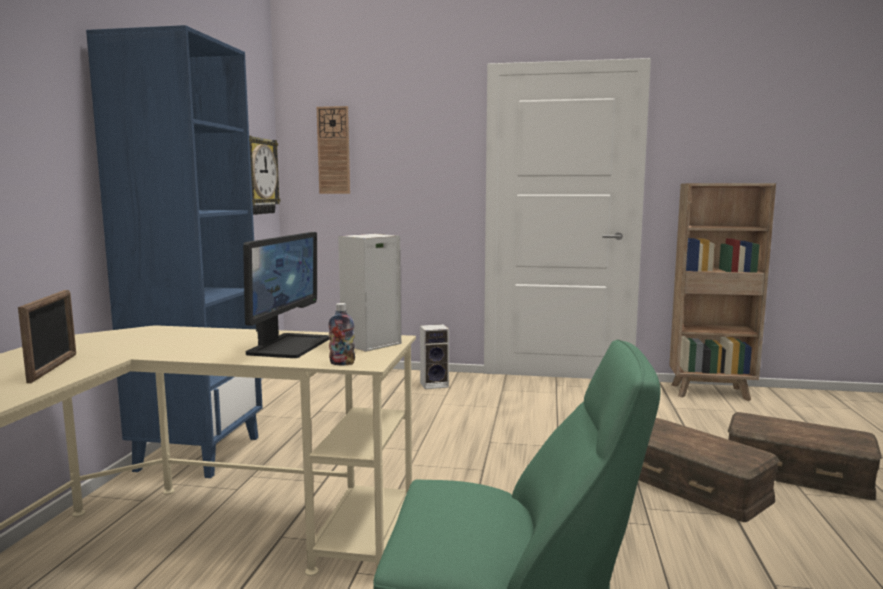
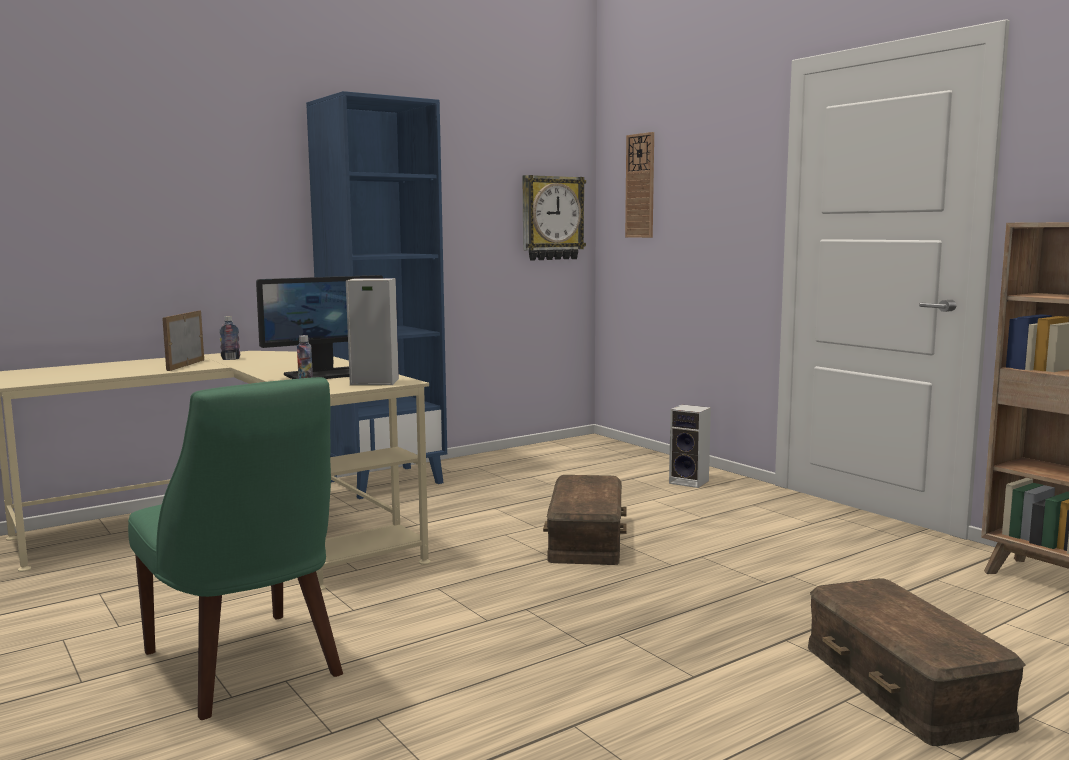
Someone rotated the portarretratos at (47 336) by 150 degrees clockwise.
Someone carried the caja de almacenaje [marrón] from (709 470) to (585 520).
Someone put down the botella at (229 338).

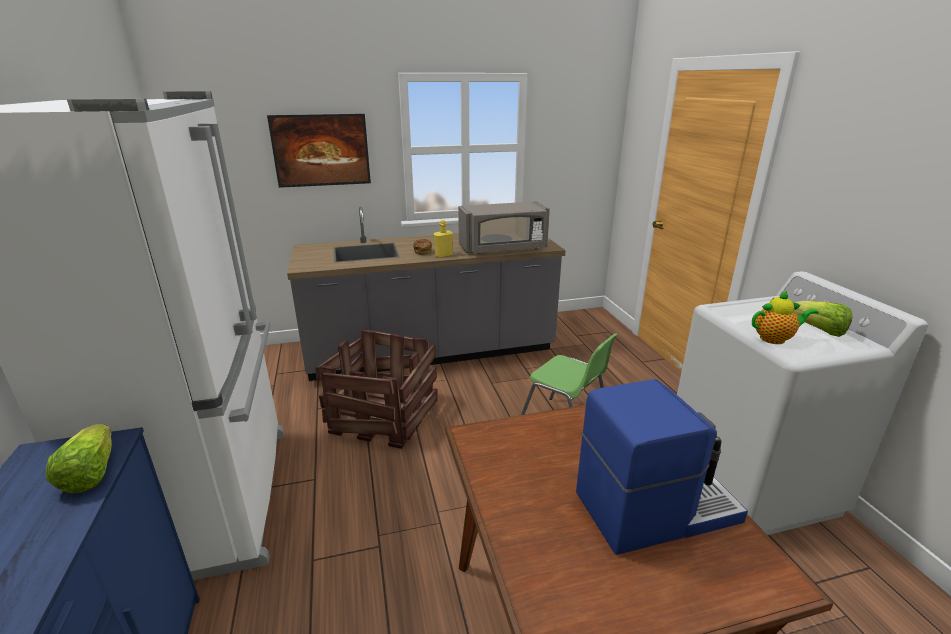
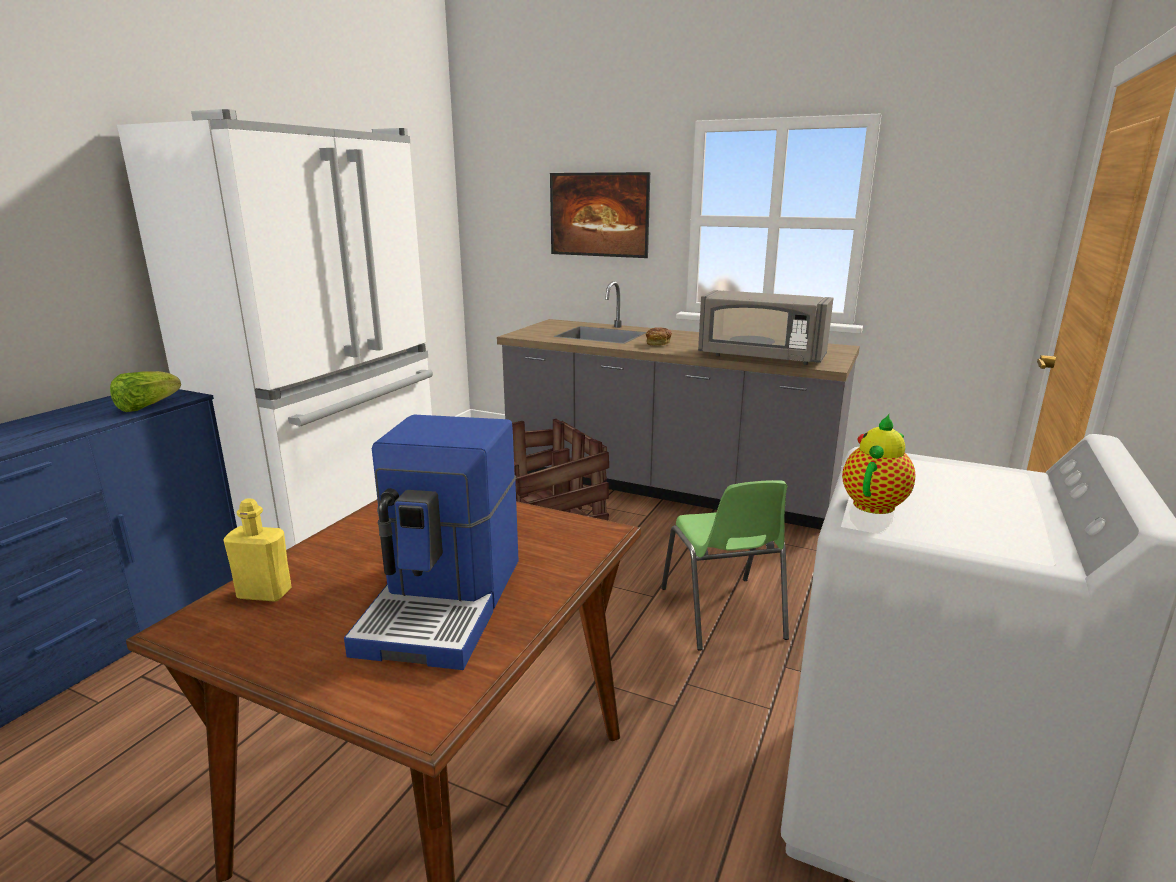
Someone carried the botella [amarillo] from (443 239) to (257 550).
Someone rotated the tetera at (785 317) by 90 degrees counterclockwise.
Someone took away the lechuga at (823 319).
Someone rotated the cafetera at (662 467) by 75 degrees clockwise.

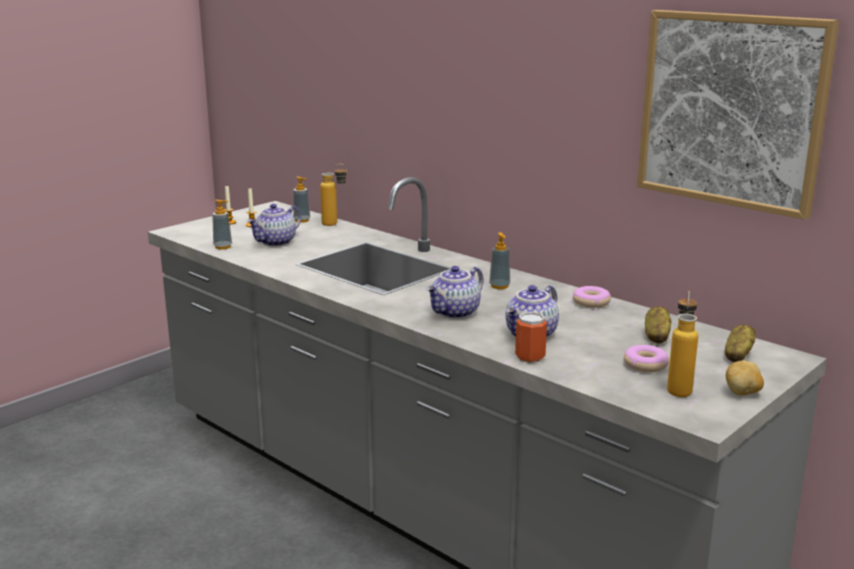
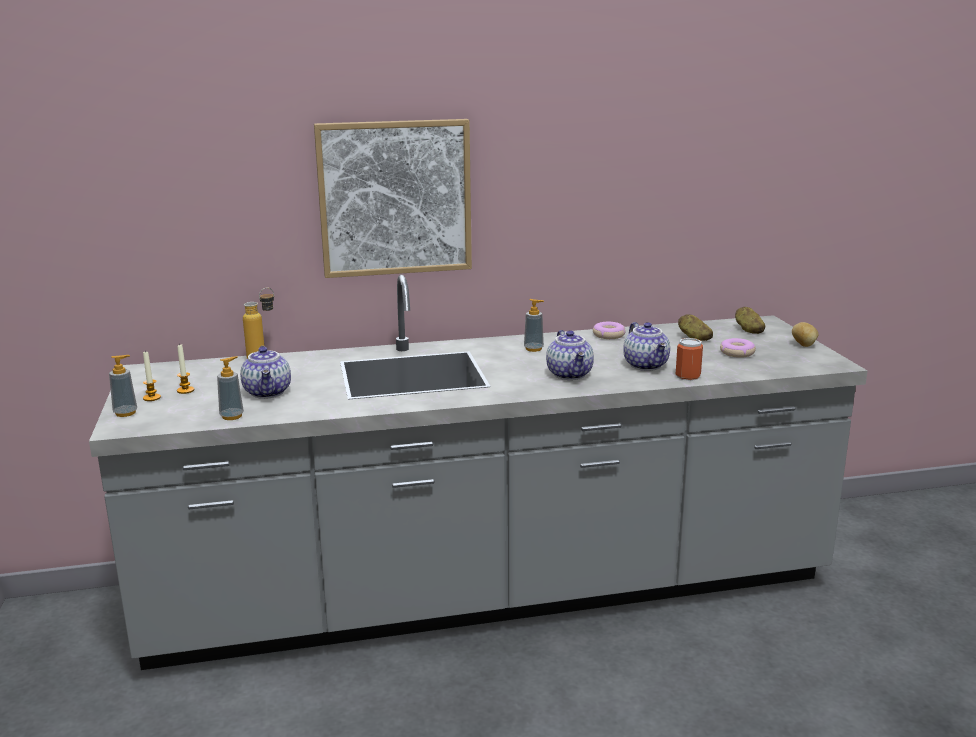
Someone carried the cuadro from (738 115) to (393 198).
Someone carried the dispensador de jabón from (301 200) to (123 386).
Someone took away the botella at (682 344).

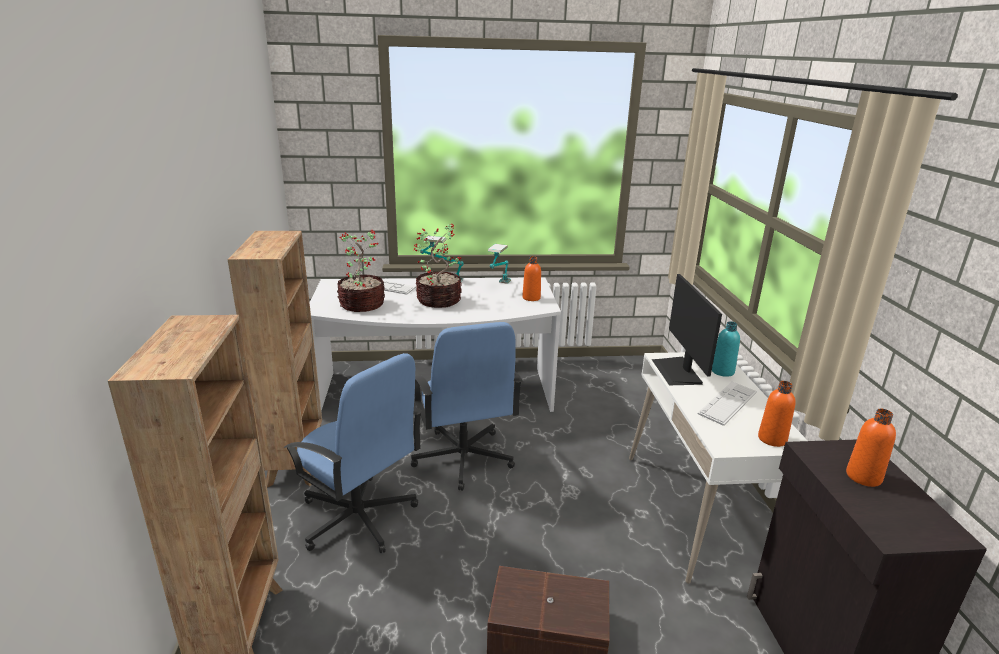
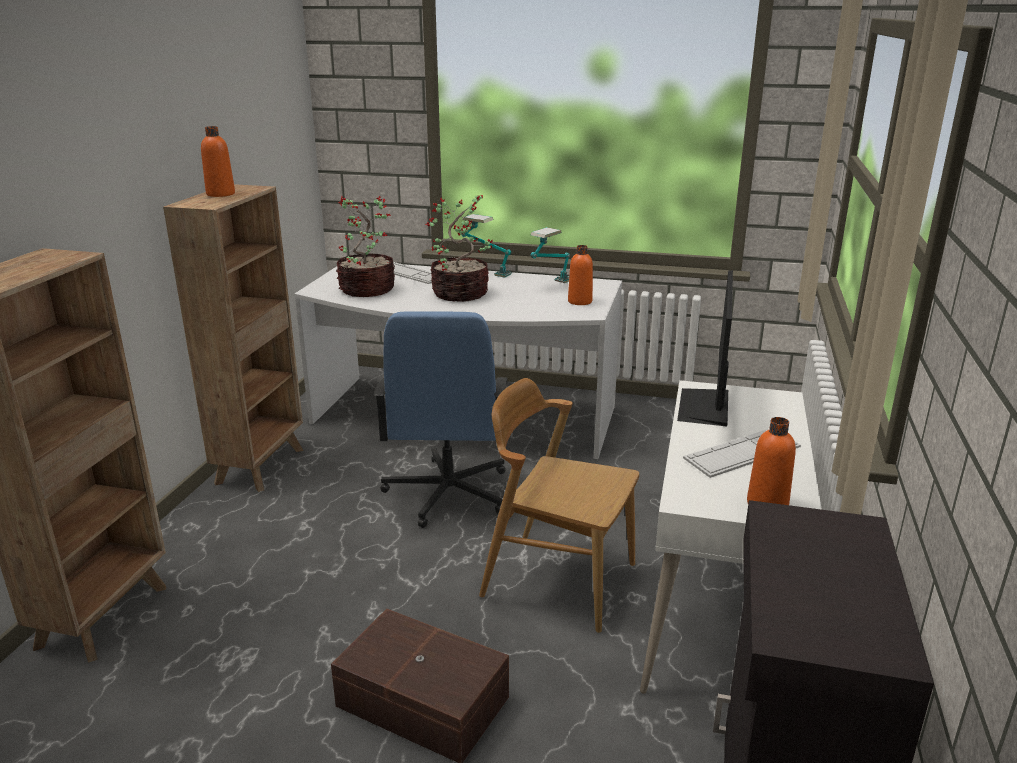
Someone took away the botella [turquesa] at (726 349).
Someone took away the silla de oficina [azul] at (353 453).
Someone carried the botella [naranja] from (871 448) to (218 161).
Someone put down the silla [marrón] at (559 505).

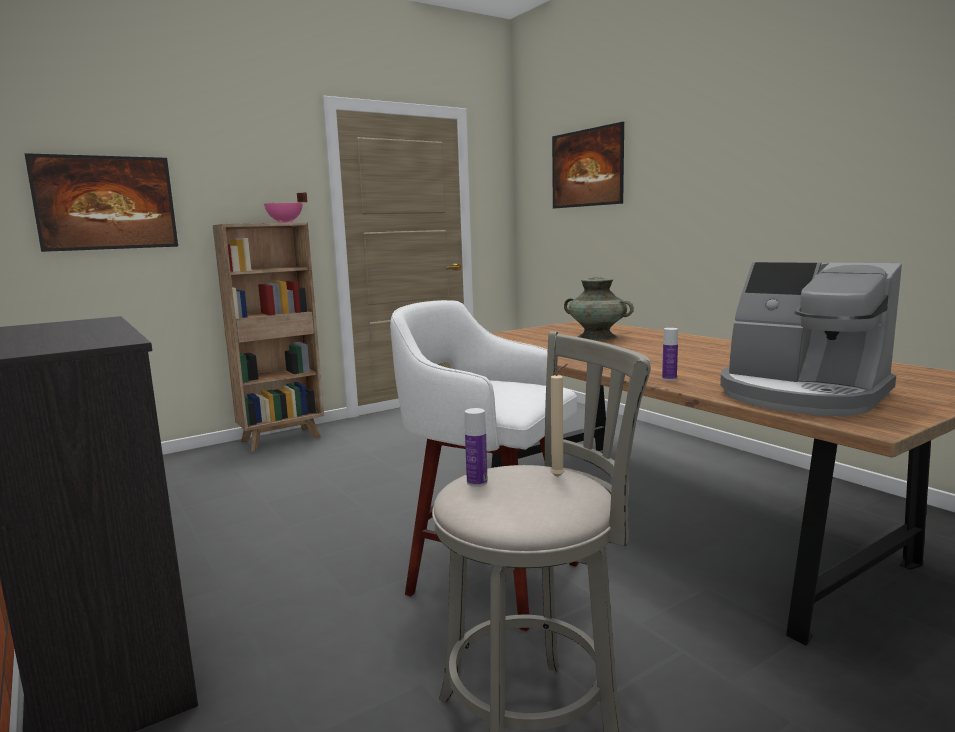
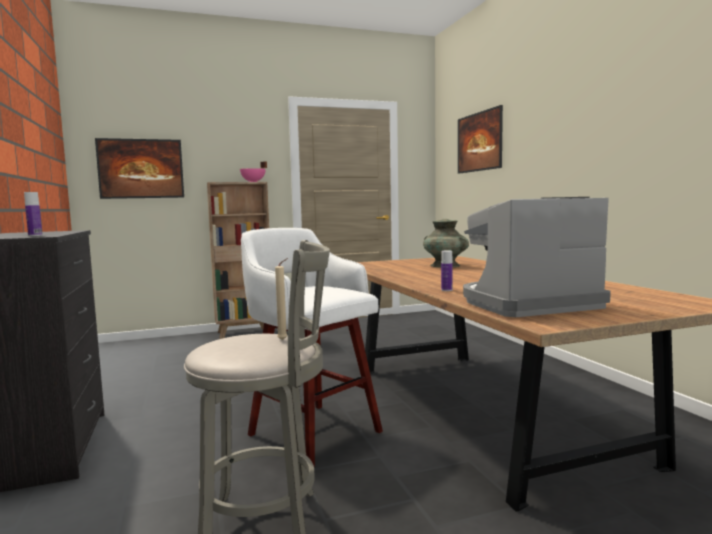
Someone rotated the cafetera at (811 339) by 105 degrees clockwise.
Someone carried the botella from (476 447) to (33 214).

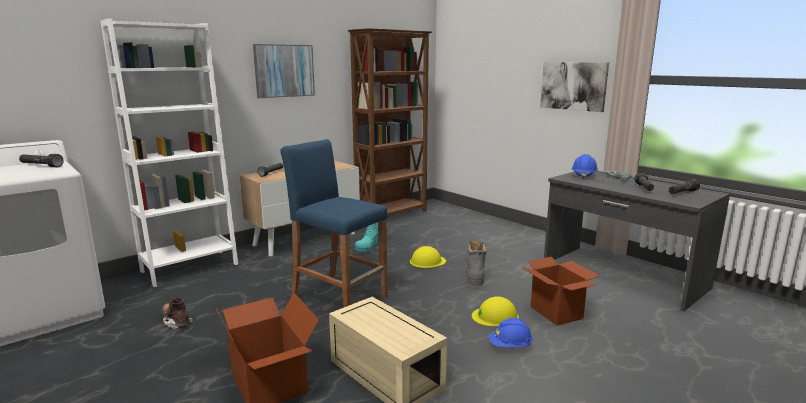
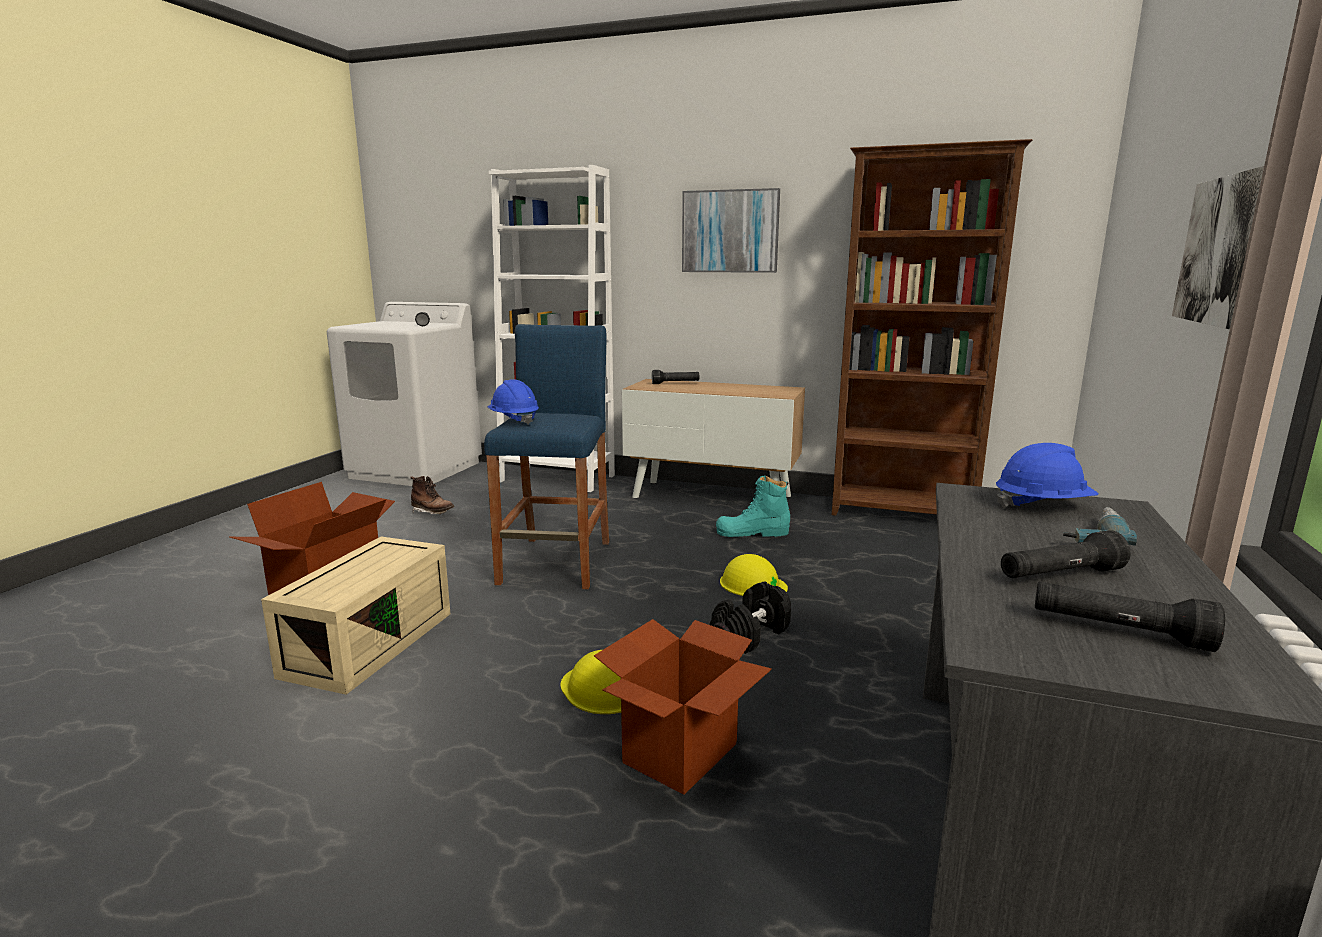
Someone swapped the bota [gris] at (476 263) for the mancuerna [negro] at (750 617).
Someone rotated the bota [marrón] at (177 313) by 105 degrees clockwise.
Someone carried the casco [azul] from (511 332) to (513 402).

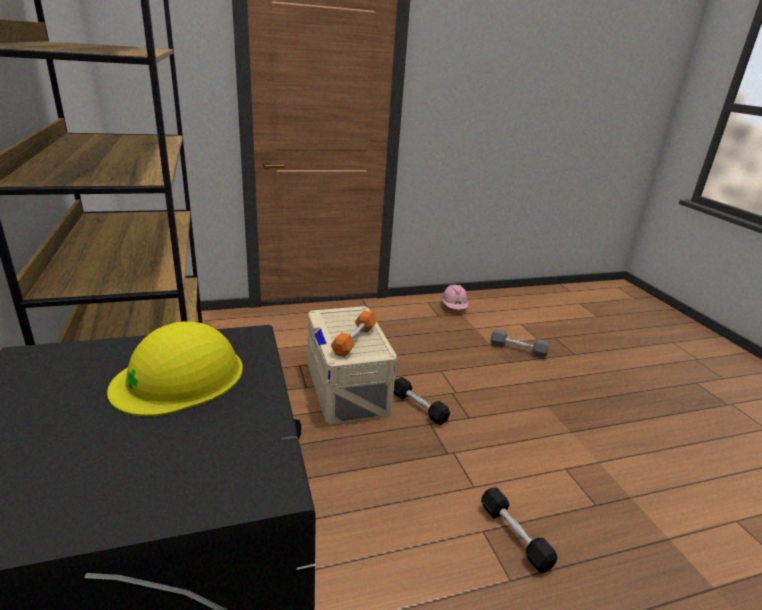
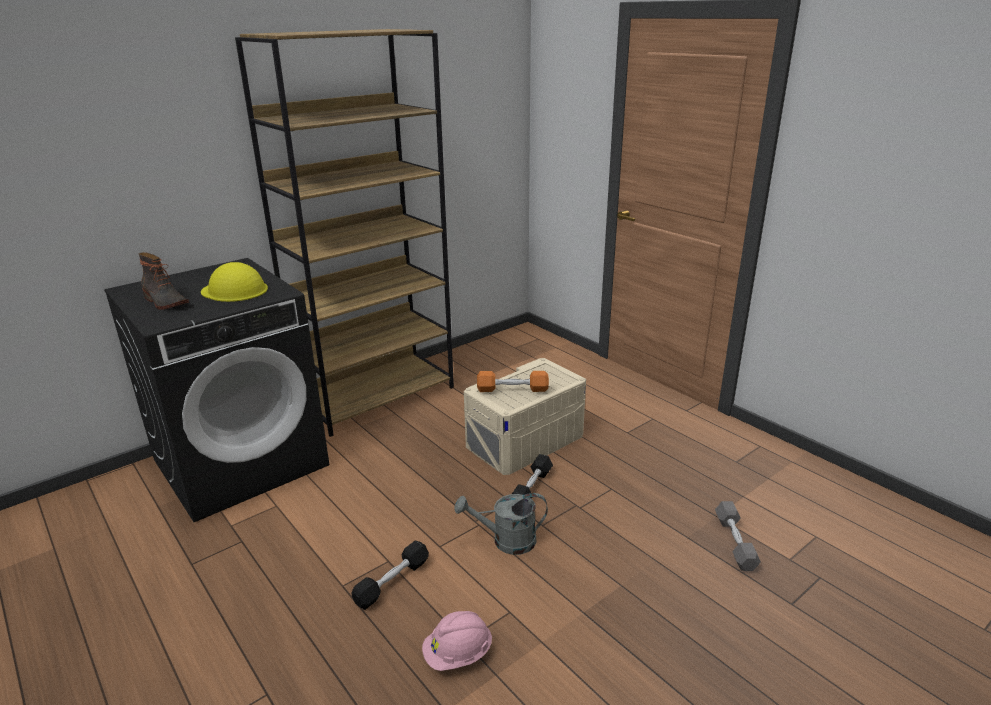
Someone carried the casco [rosa] from (454 296) to (457 641).
Someone put down the bota at (164 281).
Someone put down the regadera [gris] at (501 524).

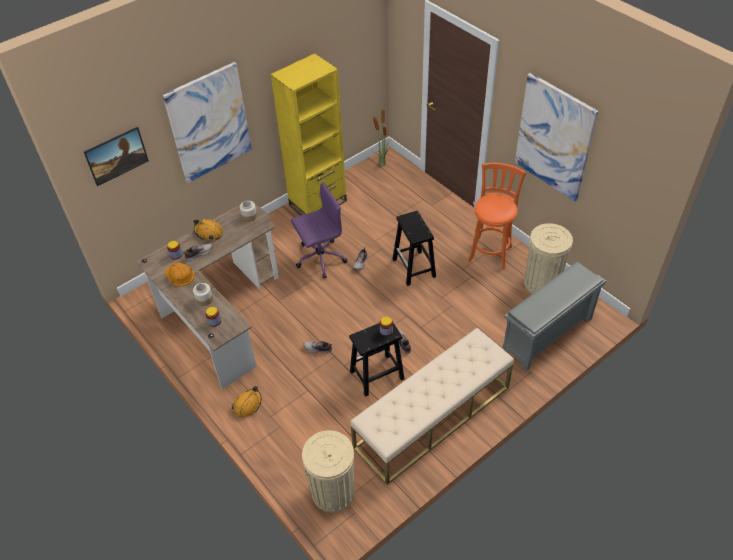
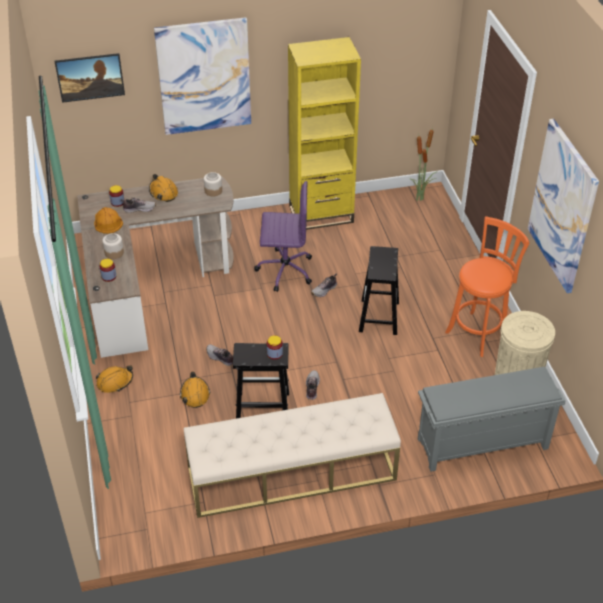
Someone took away the papelera [beis] at (328 471).
Someone put down the casco [naranja] at (195 389).

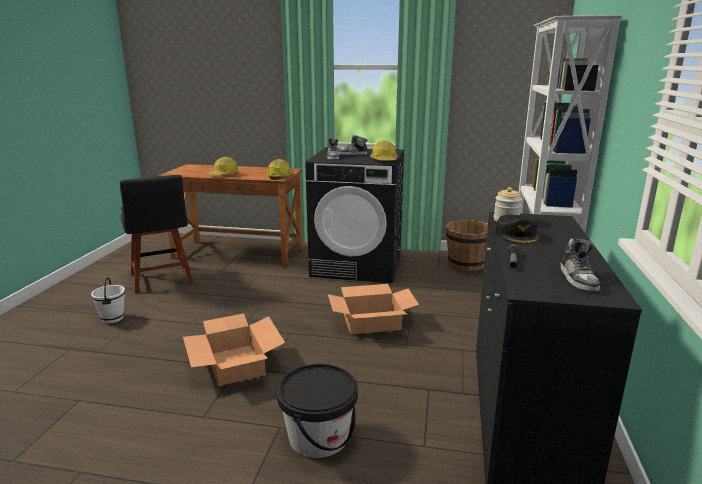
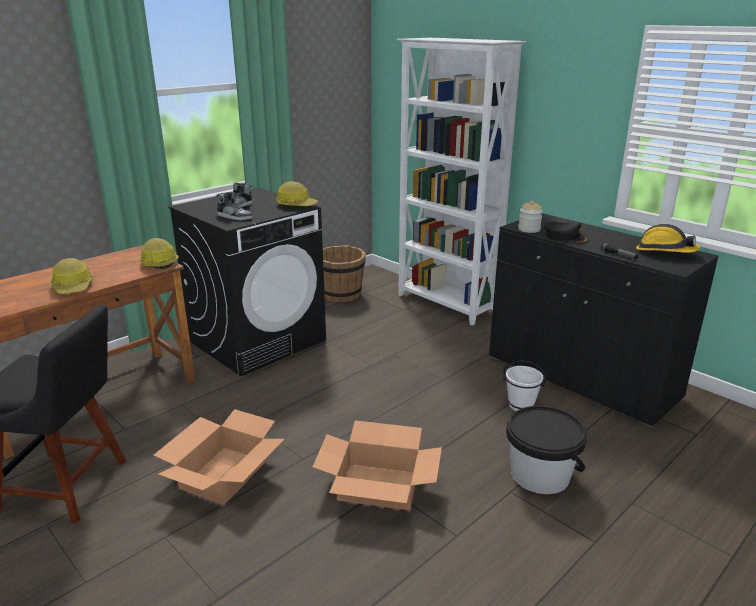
Someone swapped the zapato at (580 264) for the casco at (668 238).
Someone carried the cubo [blanco] from (108 300) to (524 385).
Someone carried the caja de cartón from (373 309) to (219 457).

